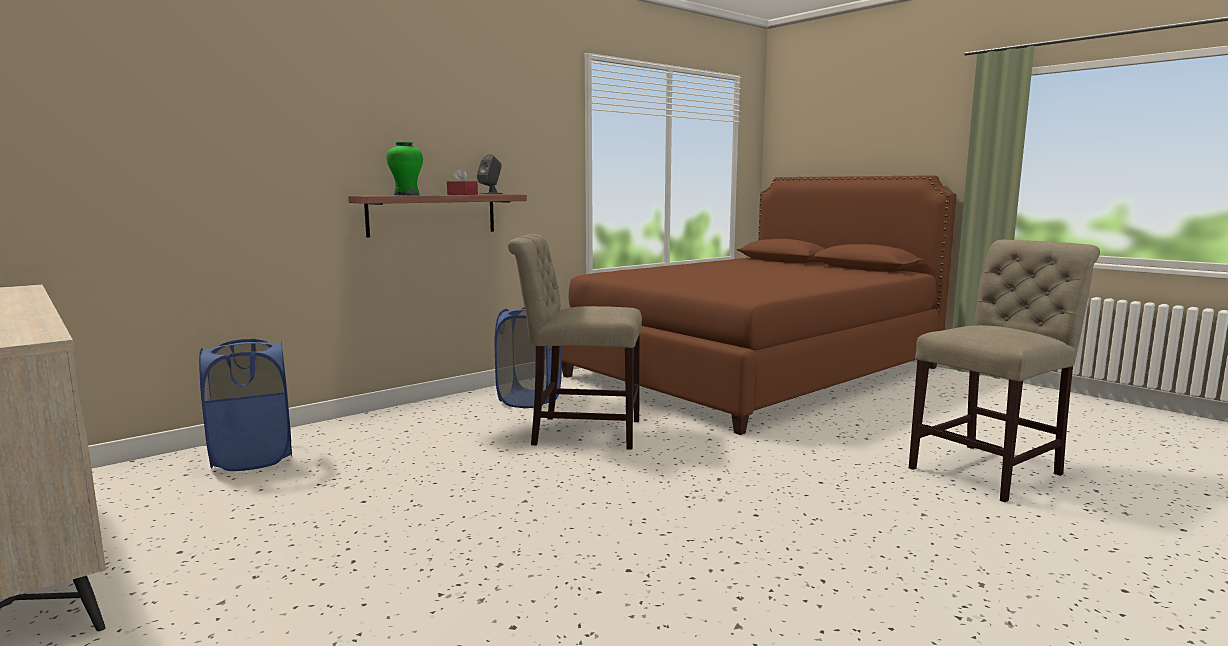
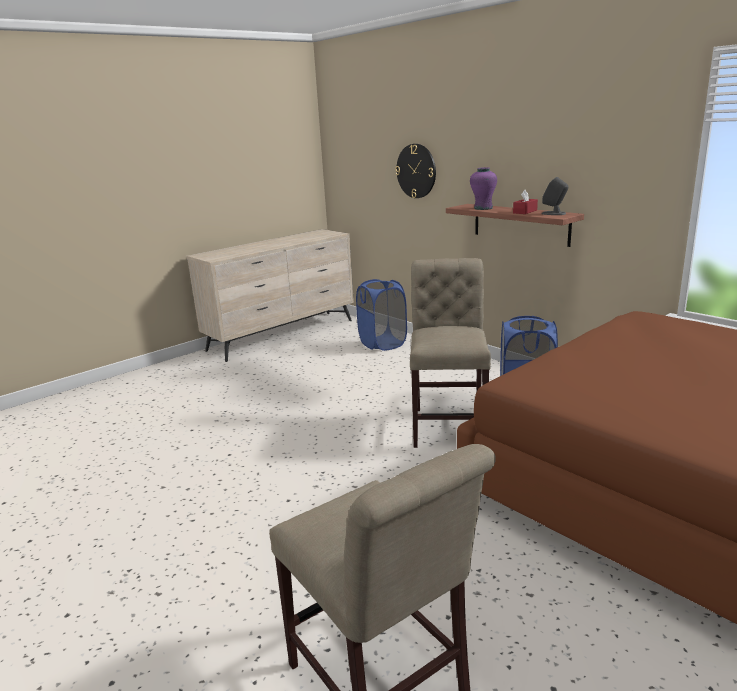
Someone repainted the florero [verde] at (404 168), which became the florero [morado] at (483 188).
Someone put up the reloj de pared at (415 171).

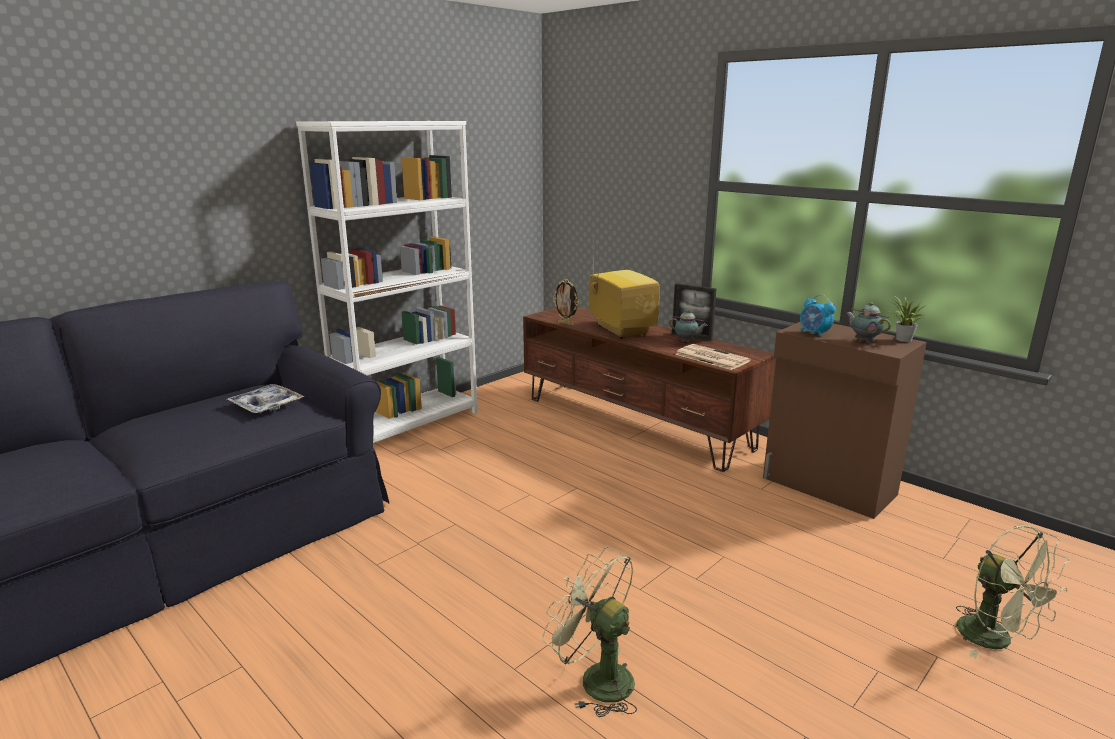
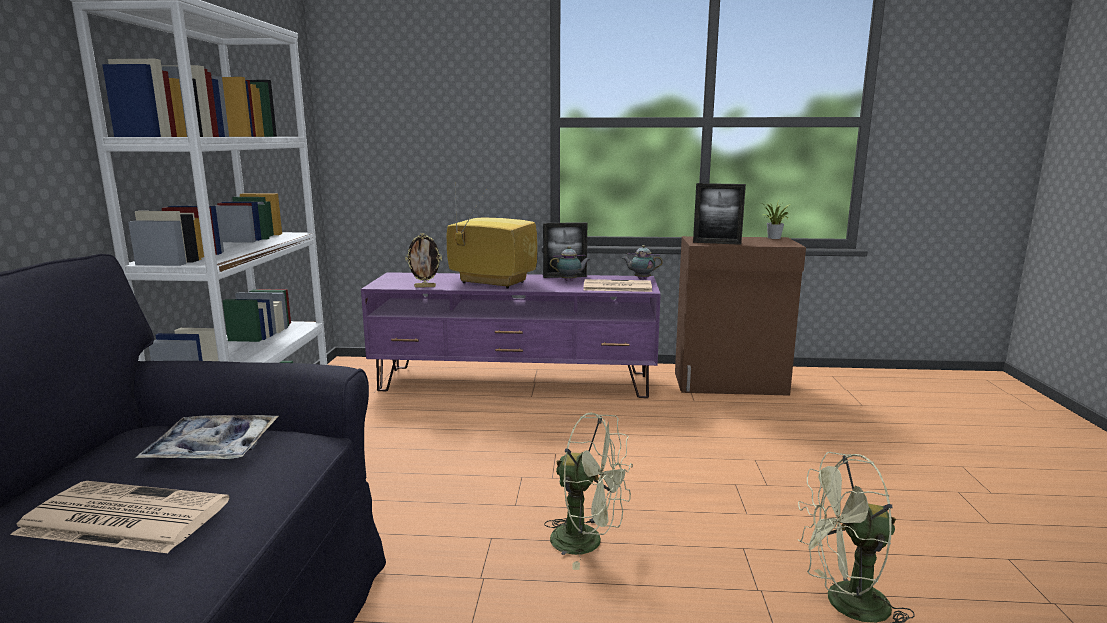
Someone swapped the despertador at (818 316) for the portarretratos at (719 214).
Someone carried the tetera from (868 322) to (643 262).
Someone repainted the mueble de televisión [marrón] at (649 389), which became the mueble de televisión [morado] at (511 335).
Someone carried the ventilador [verde] from (1013 591) to (588 491).
Someone put down the periódico at (120 517).

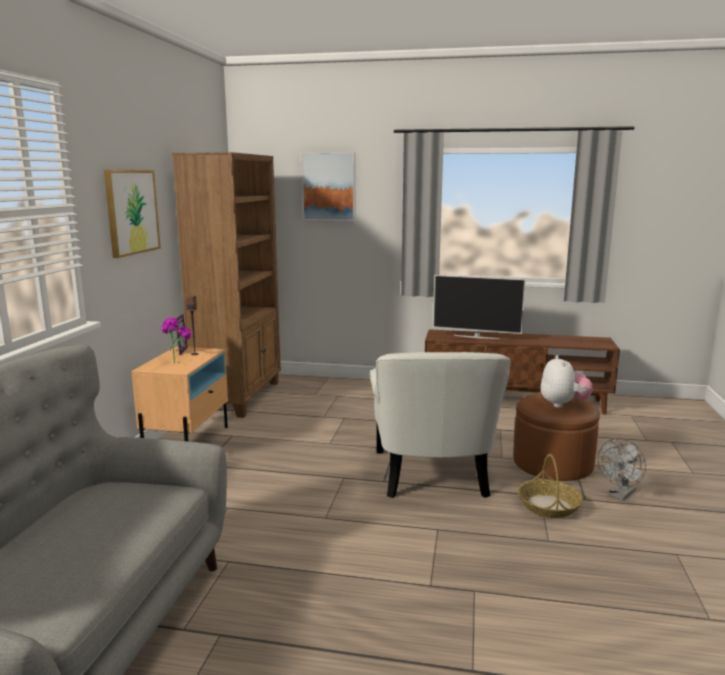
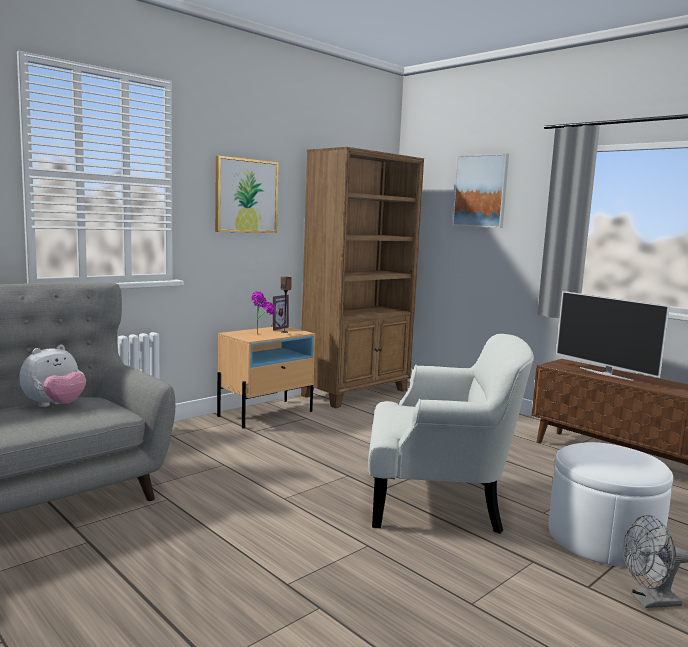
Someone rotated the sillón [blanco] at (440 425) by 120 degrees counterclockwise.
Someone carried the peluche from (567 381) to (52 376).
Someone repainted the puf [marrón] at (556 437), which became the puf [blanco] at (611 504).
Someone took away the cesta at (550 486).

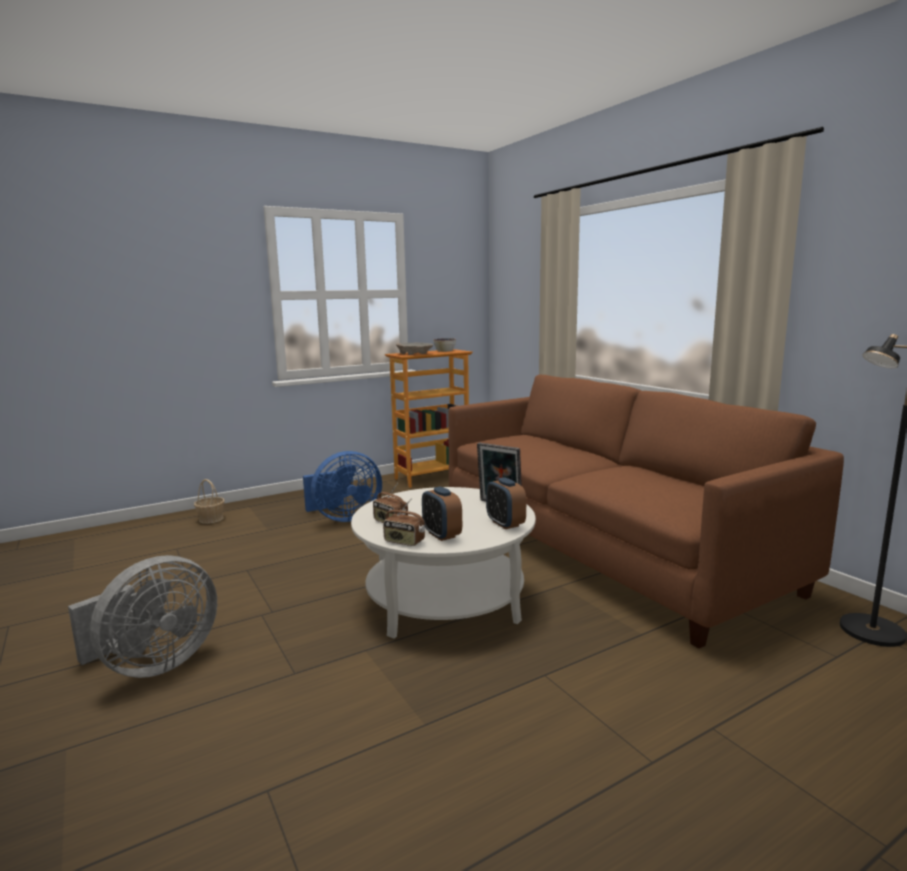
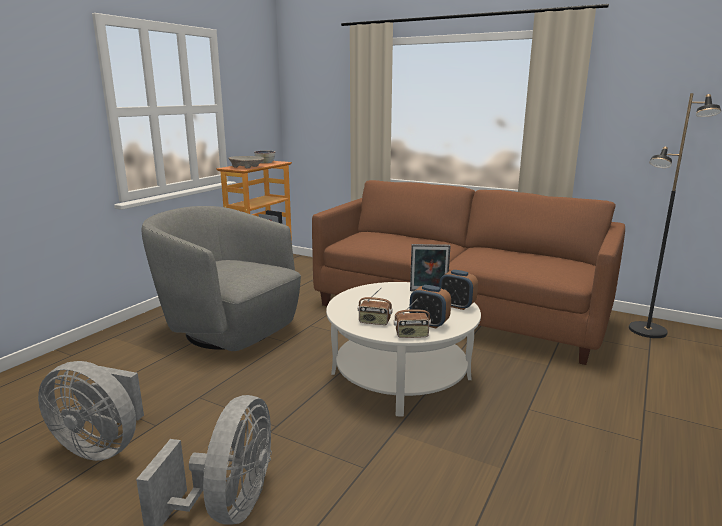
Someone swapped the ventilador [azul] at (342 486) for the sillón [gris] at (221 278).
Someone took away the cesta at (209 501).
Someone put down the ventilador [gris] at (91 411).

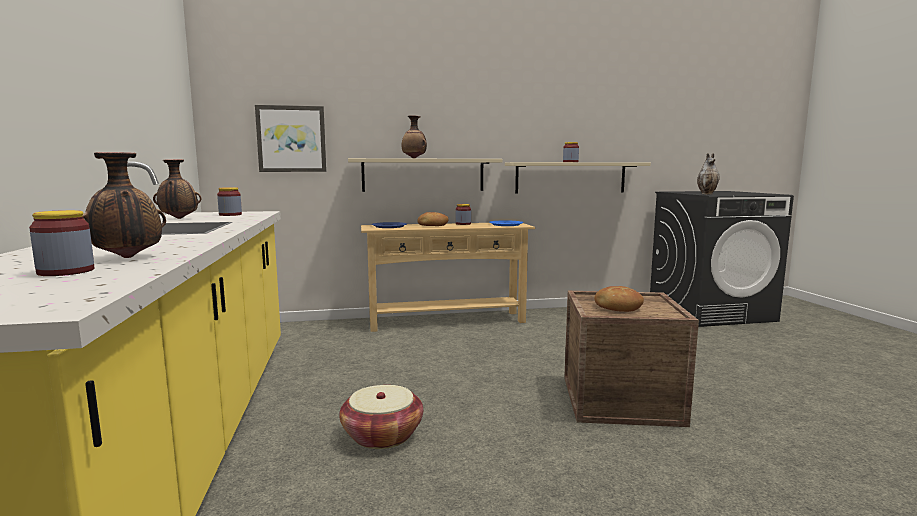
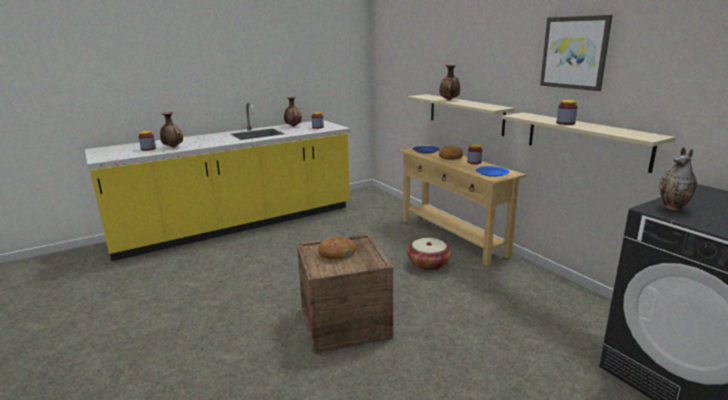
Someone carried the cuadro from (290 138) to (576 53).
Someone carried the cesta from (381 417) to (429 254).

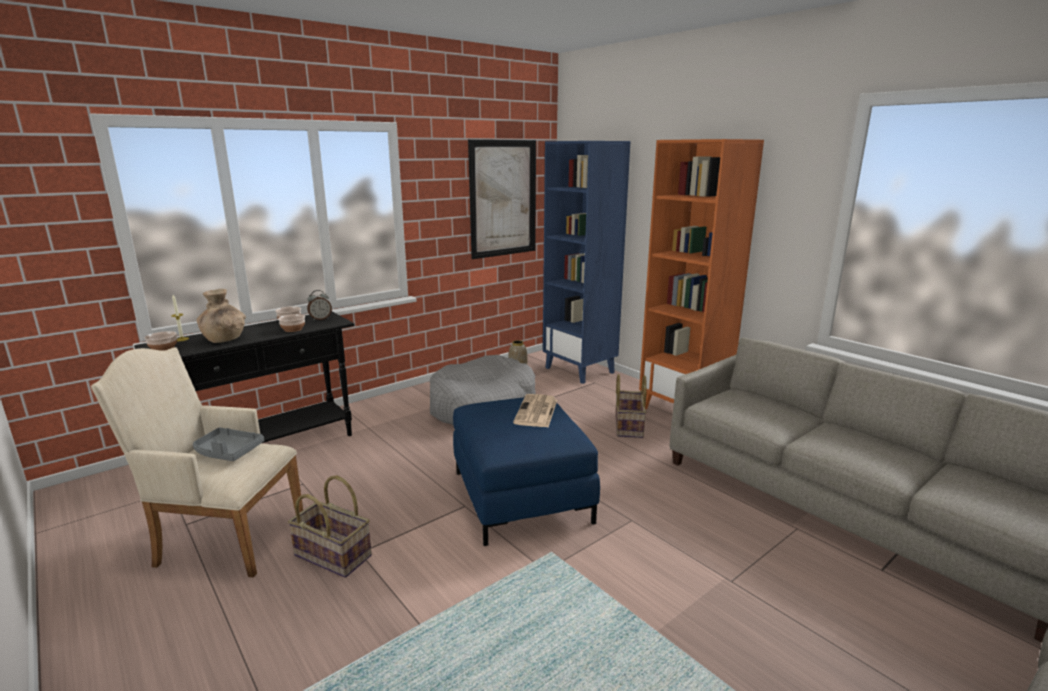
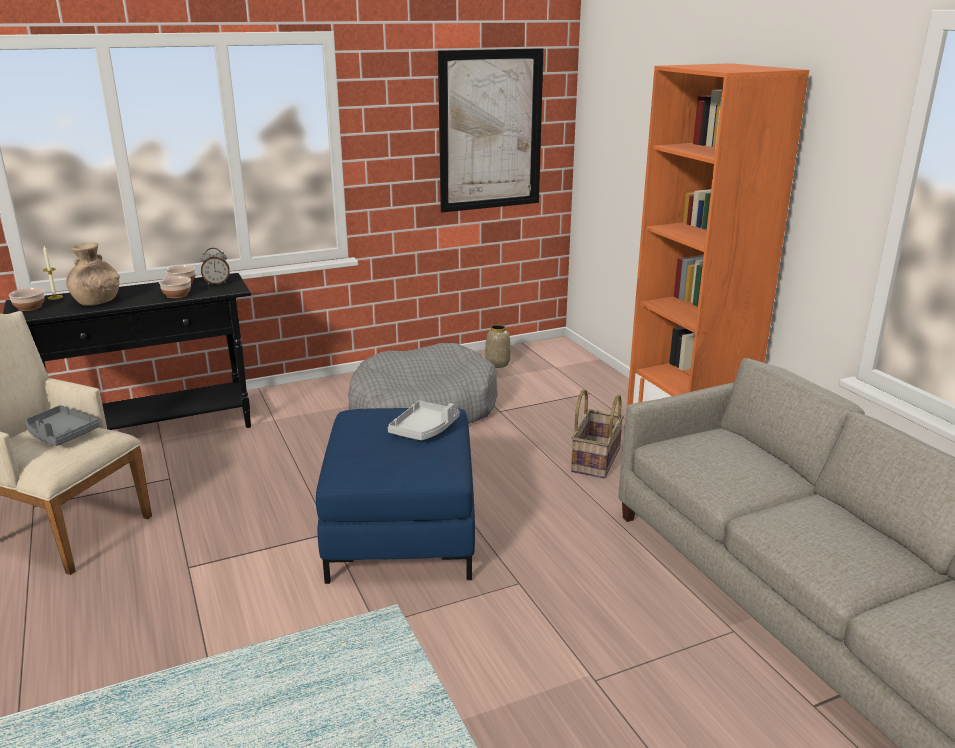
Someone took away the estantería [azul] at (587 262).
Someone swapped the periódico at (535 410) for the bandeja [gris] at (424 420).
Someone took away the cesta at (330 526).

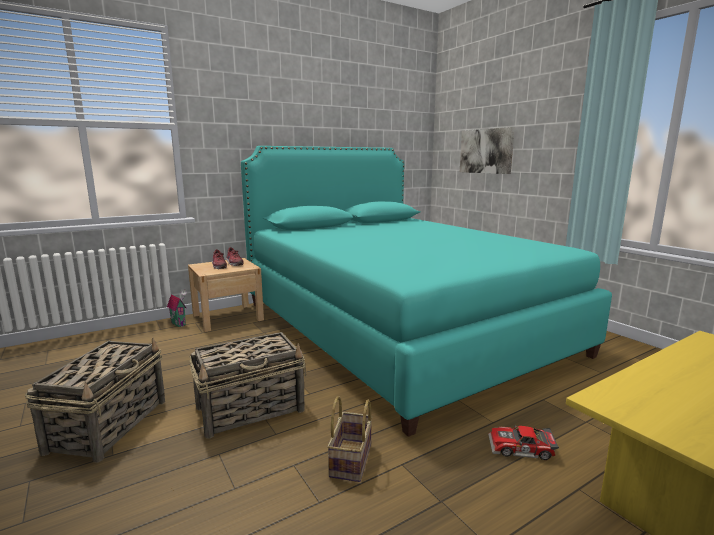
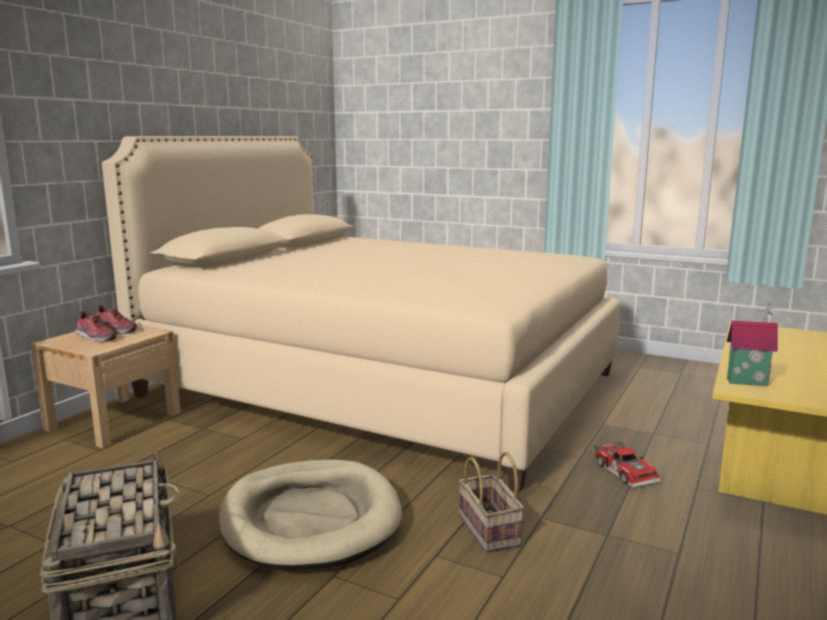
Someone took away the cuadro at (487 150).
Someone repainted the cama [turquesa] at (426 291), which became the cama [beis] at (361 314).
Someone carried the casita from (177 308) to (752 344).
Someone swapped the cesta at (248 385) for the cama para perro [beis] at (310 515).
Someone rotated the coche de juguete at (523 442) by 90 degrees counterclockwise.

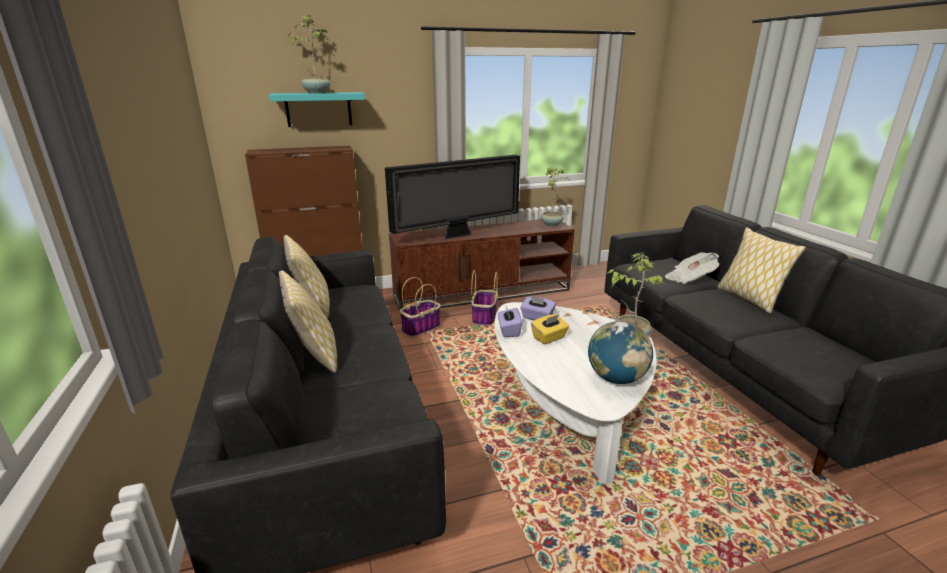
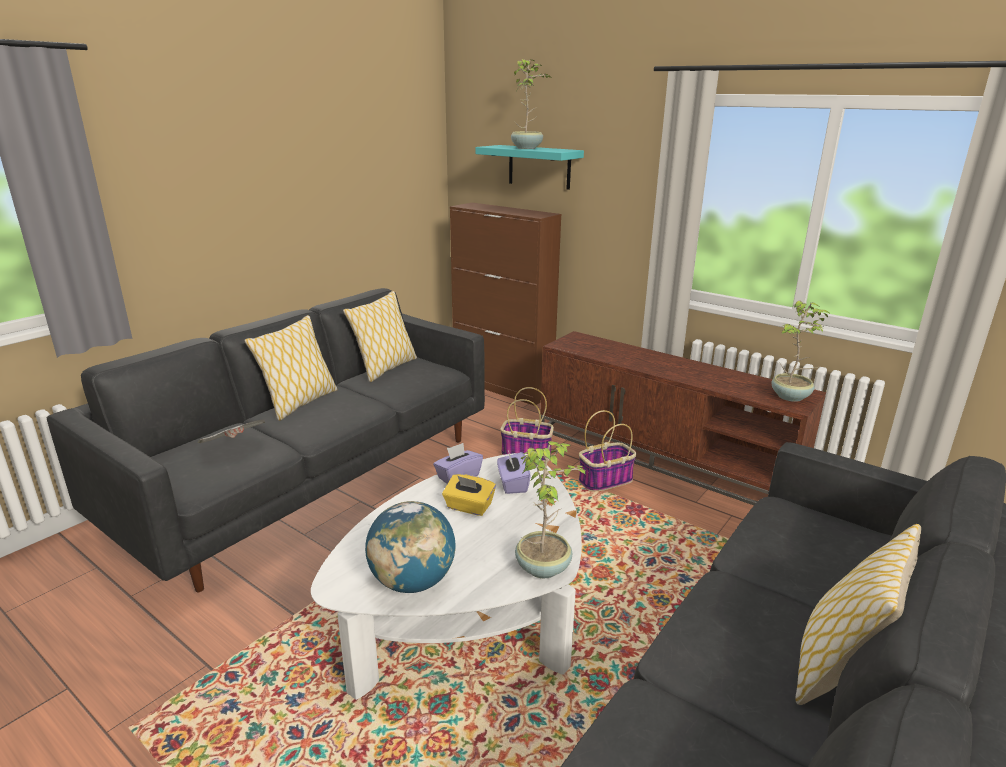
Someone took away the televisor at (452 197).
Someone carried the periódico from (692 268) to (231 431).

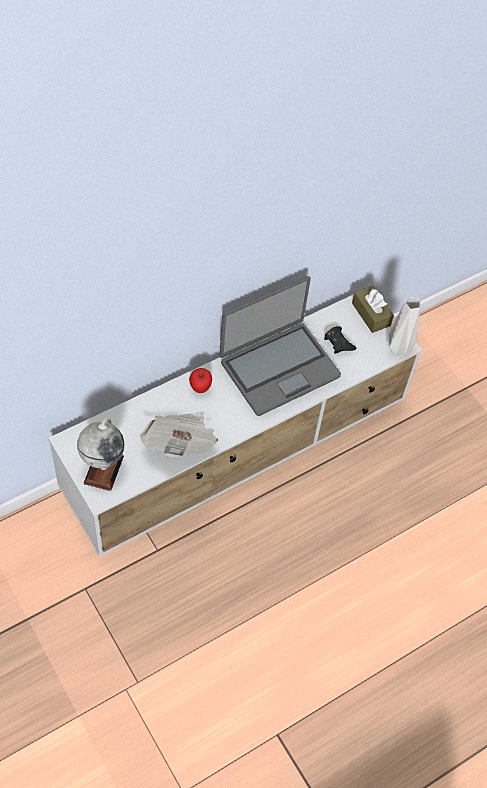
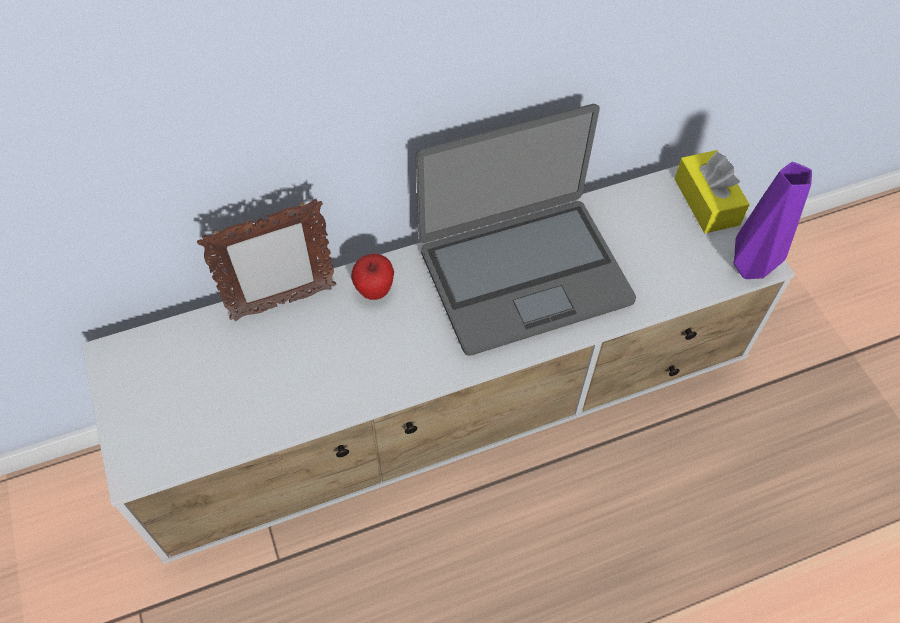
Someone repainted the caja de pañuelos [marrón] at (373 309), which became the caja de pañuelos [amarillo] at (712 191).
Someone repainted the florero [gris] at (404 326), which became the florero [morado] at (772 220).
Someone took away the mando de consola [negro] at (340 340).
Someone took away the periódico at (179 434).
Someone took away the globo terráqueo at (100 454).
Someone put down the portarretratos at (266 260).

